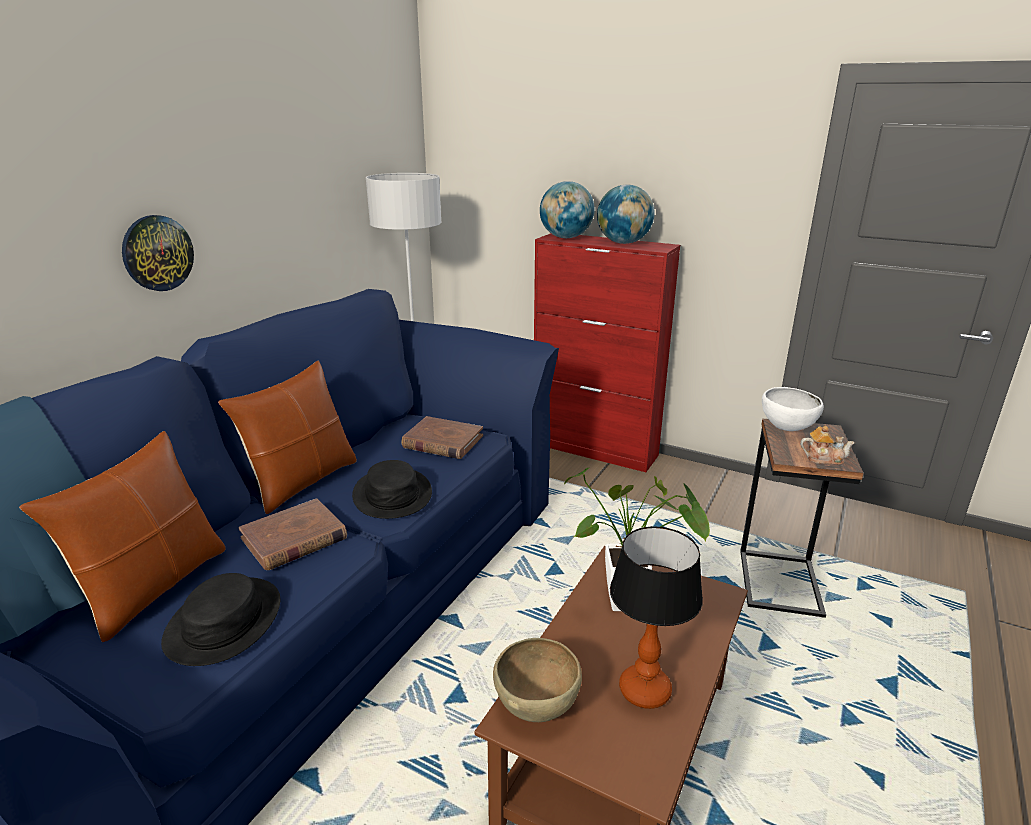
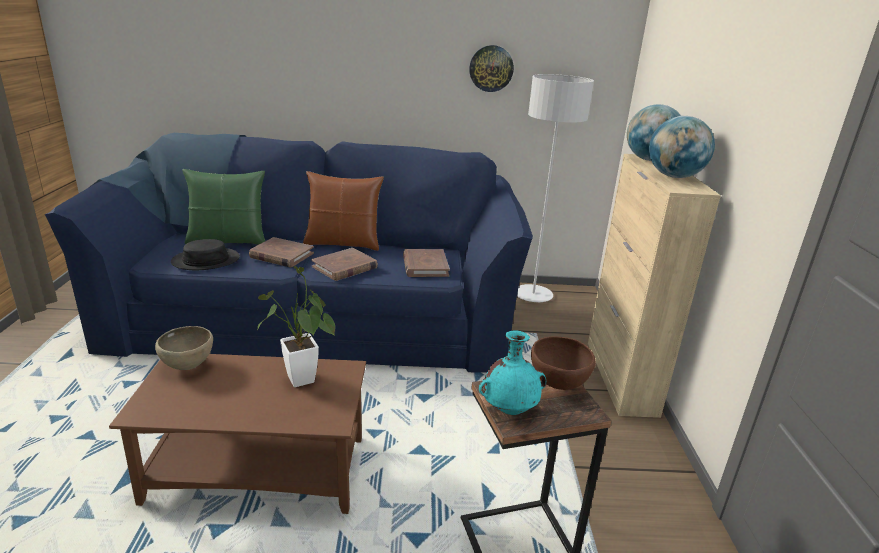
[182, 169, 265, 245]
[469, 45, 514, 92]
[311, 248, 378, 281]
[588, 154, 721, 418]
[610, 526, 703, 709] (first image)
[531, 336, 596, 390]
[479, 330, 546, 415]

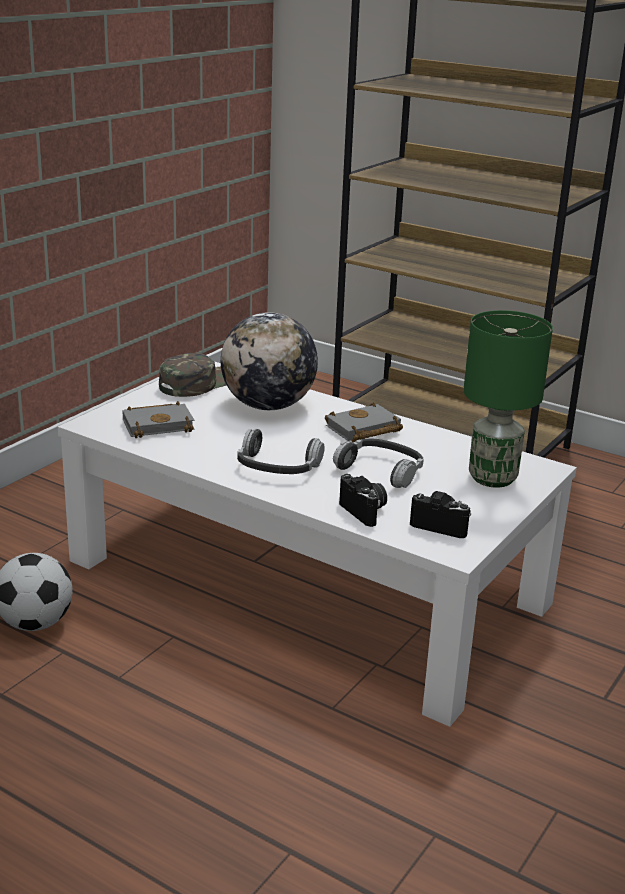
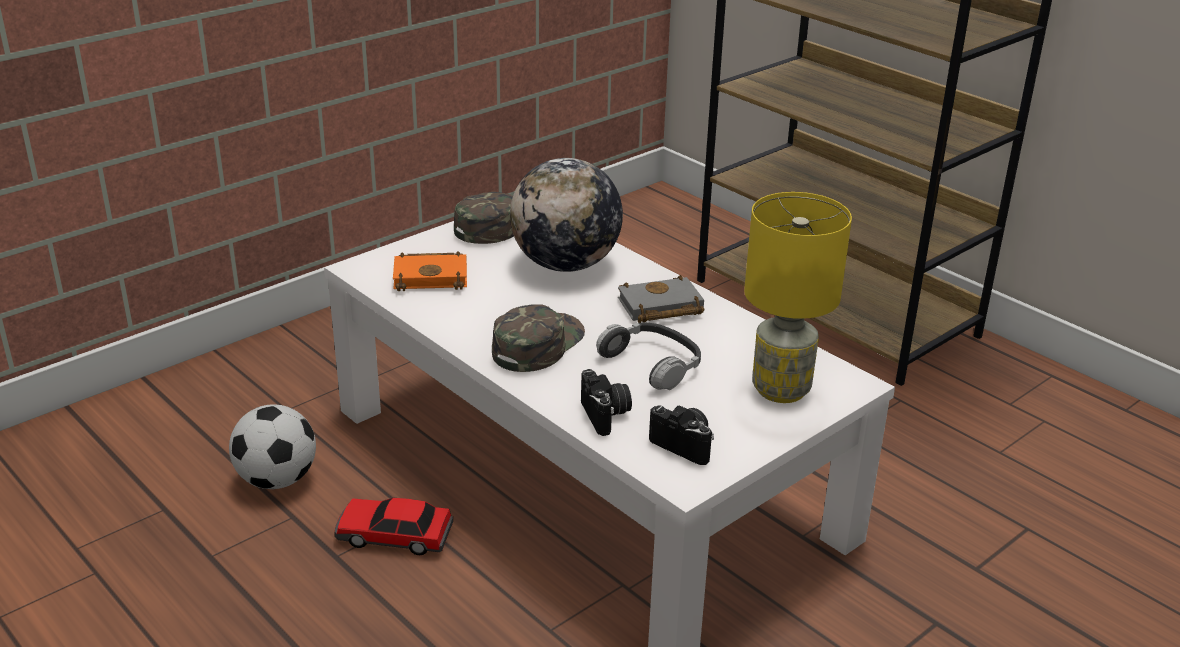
[393, 251, 467, 291]
[492, 304, 585, 372]
[744, 192, 852, 403]
[334, 498, 453, 555]

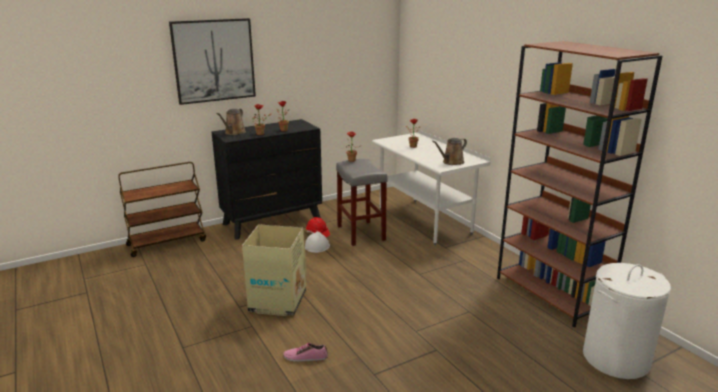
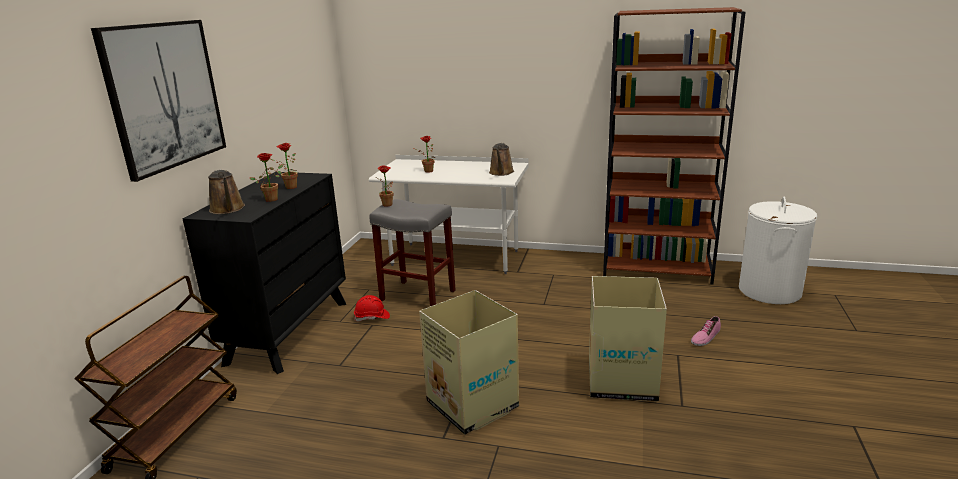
[691, 316, 721, 346]
[305, 231, 330, 253] (first image)
[589, 276, 667, 401]

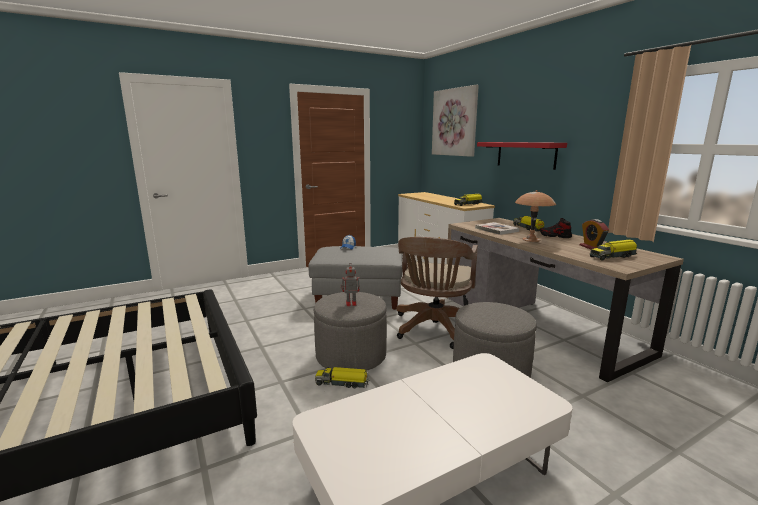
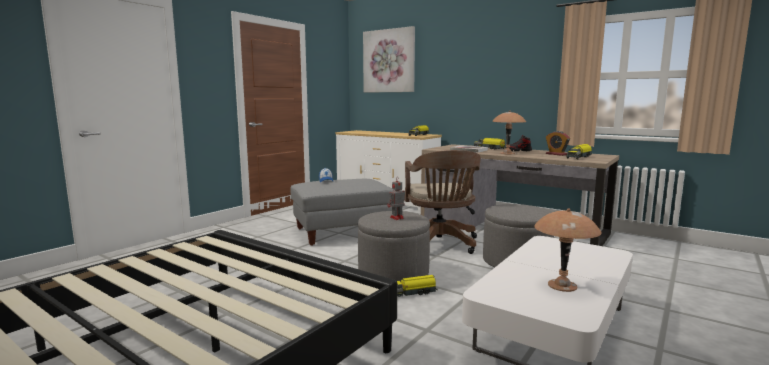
[477, 142, 567, 170] (first image)
[534, 208, 602, 292]

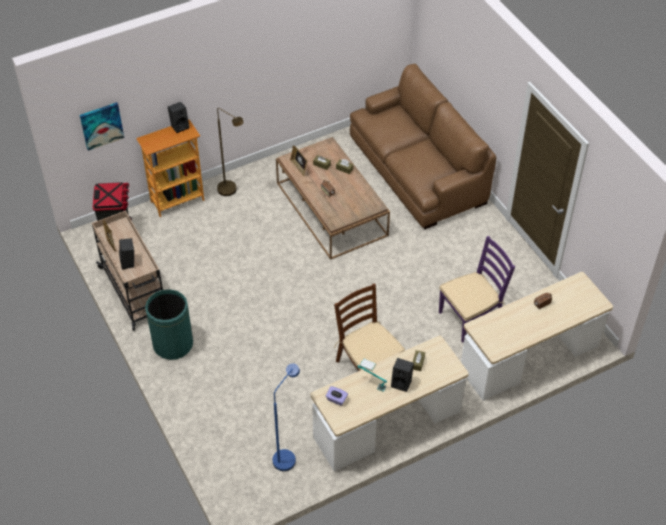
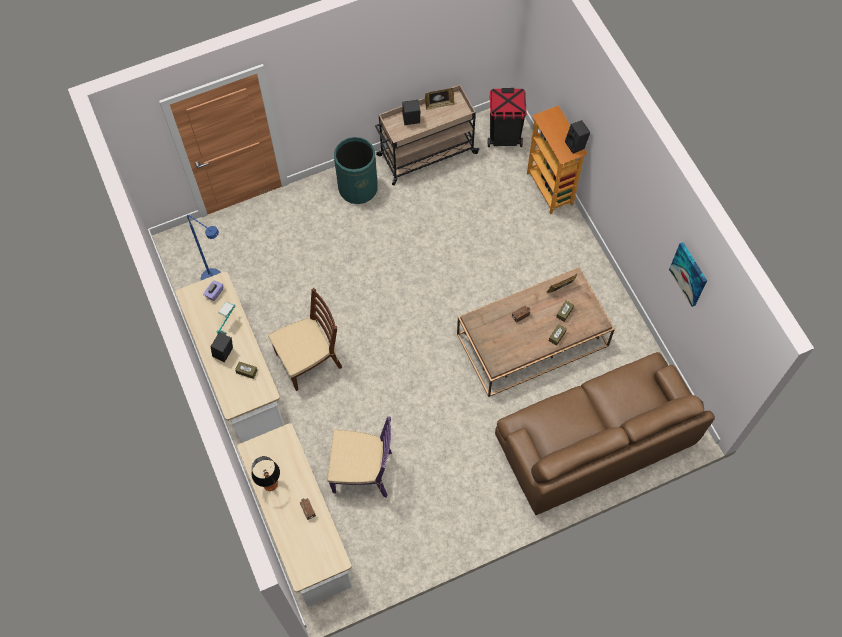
[669, 242, 707, 307]
[217, 108, 244, 196] (first image)
[327, 416, 392, 498]
[252, 456, 280, 491]

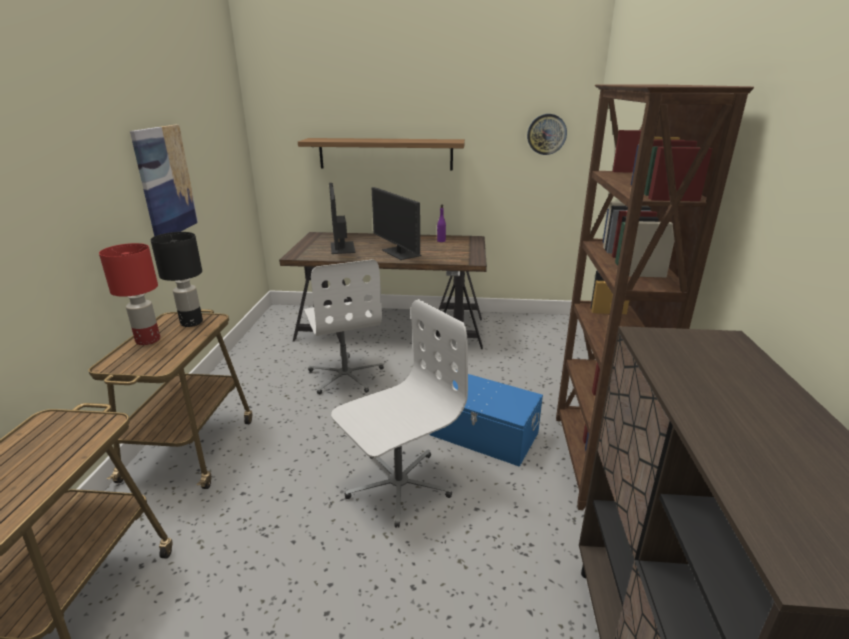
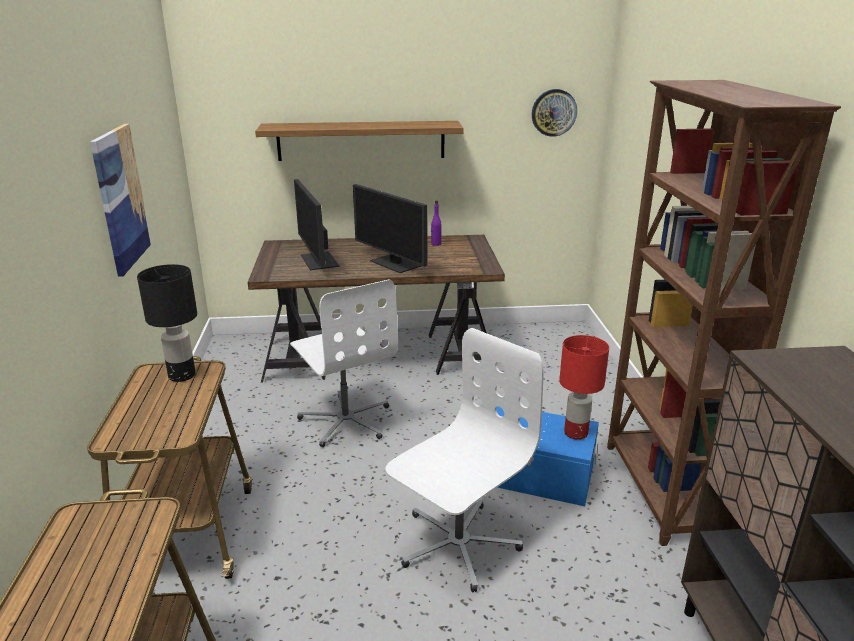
[559, 335, 609, 440]

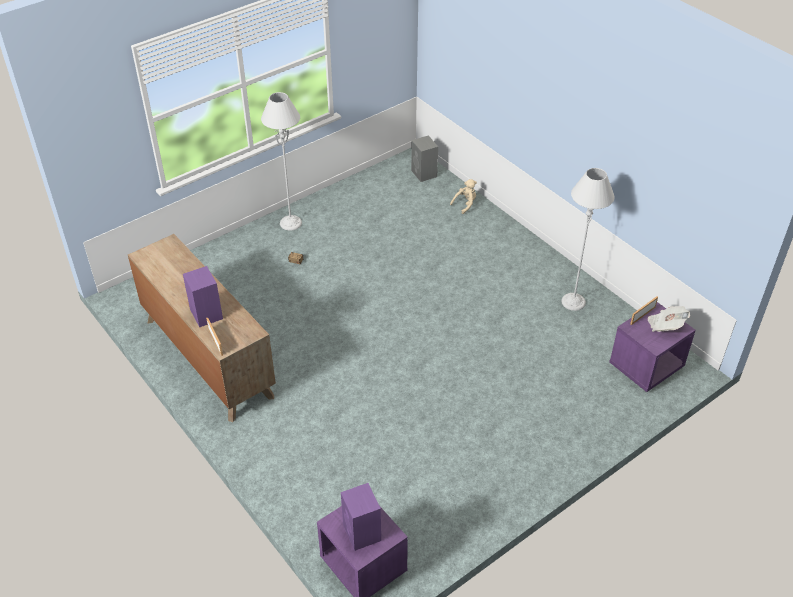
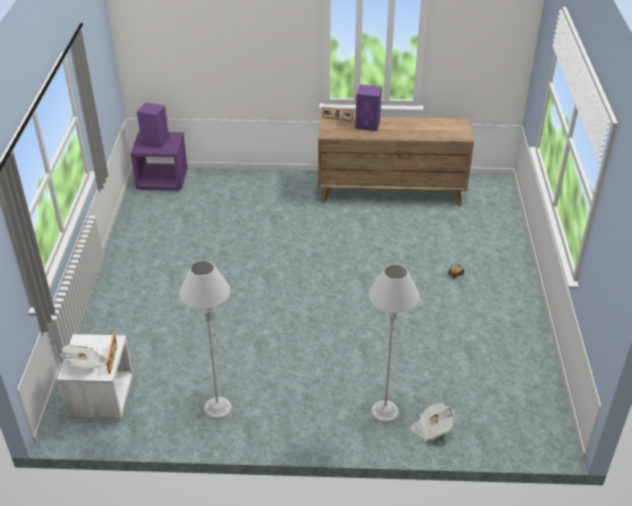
[369, 264, 420, 423]
[411, 135, 438, 182] (first image)
[411, 403, 455, 442]
[57, 334, 134, 420]

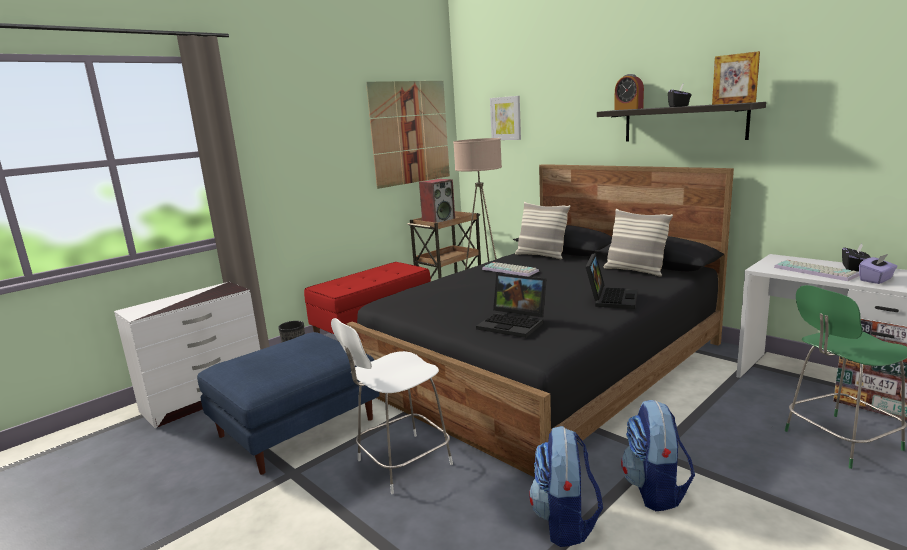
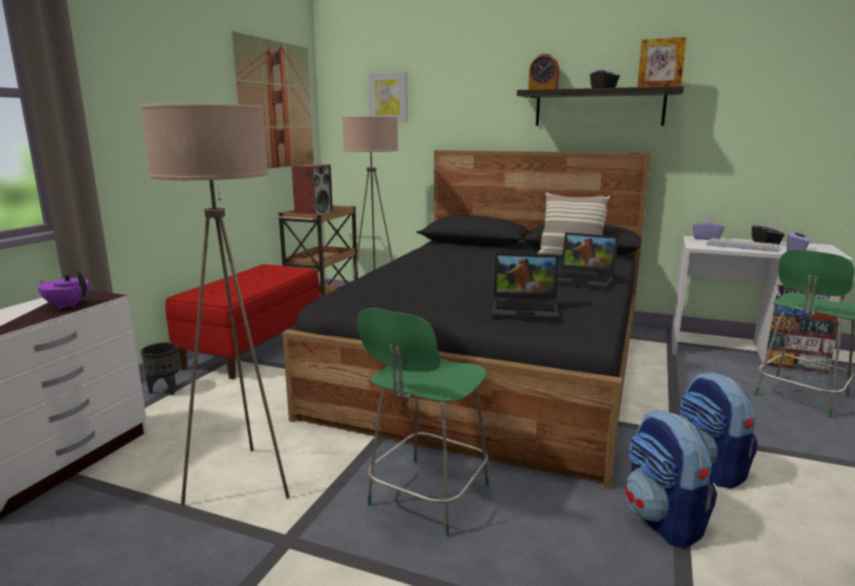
[141, 104, 290, 506]
[356, 308, 489, 536]
[482, 262, 539, 277] (first image)
[515, 202, 570, 259] (first image)
[557, 232, 619, 290]
[38, 270, 89, 309]
[693, 216, 724, 240]

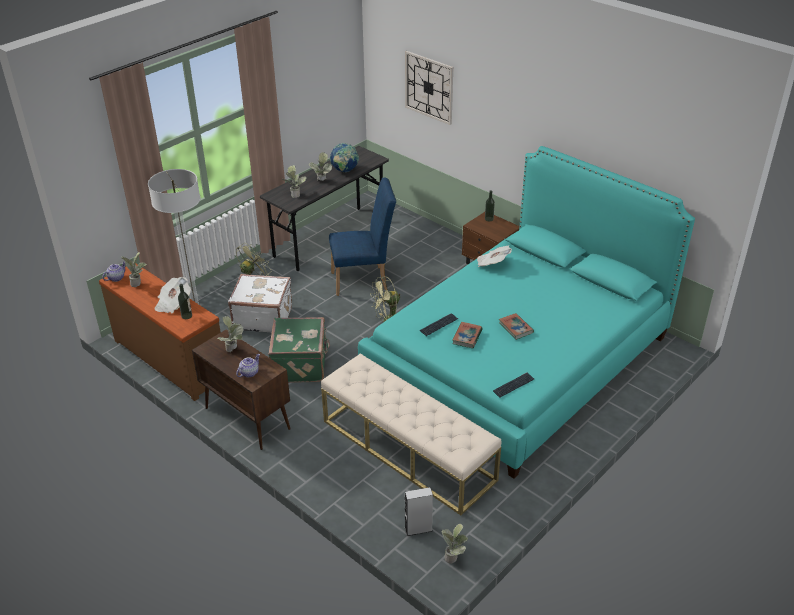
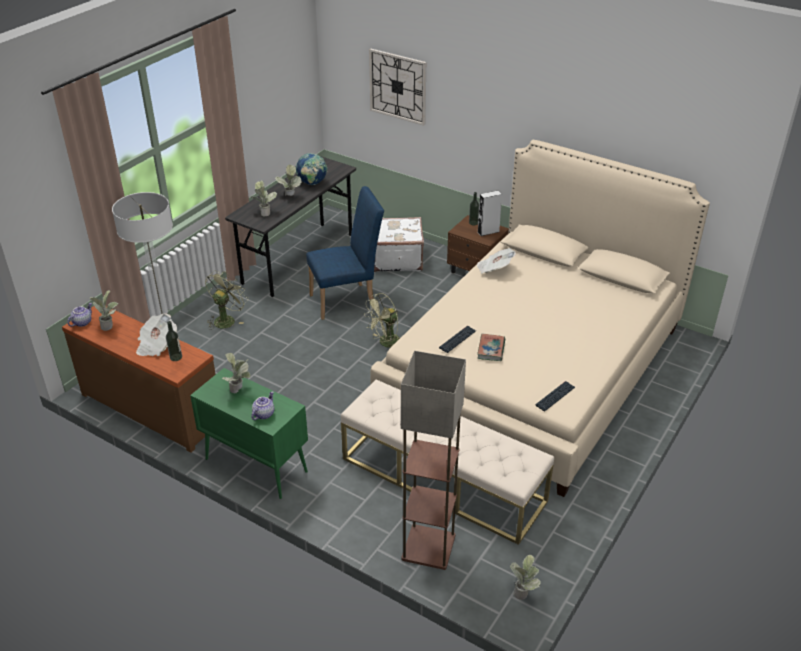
[190, 368, 308, 499]
[374, 217, 424, 272]
[269, 317, 330, 383] (first image)
[370, 140, 710, 497]
[478, 190, 502, 236]
[499, 313, 534, 340] (first image)
[401, 351, 466, 570]

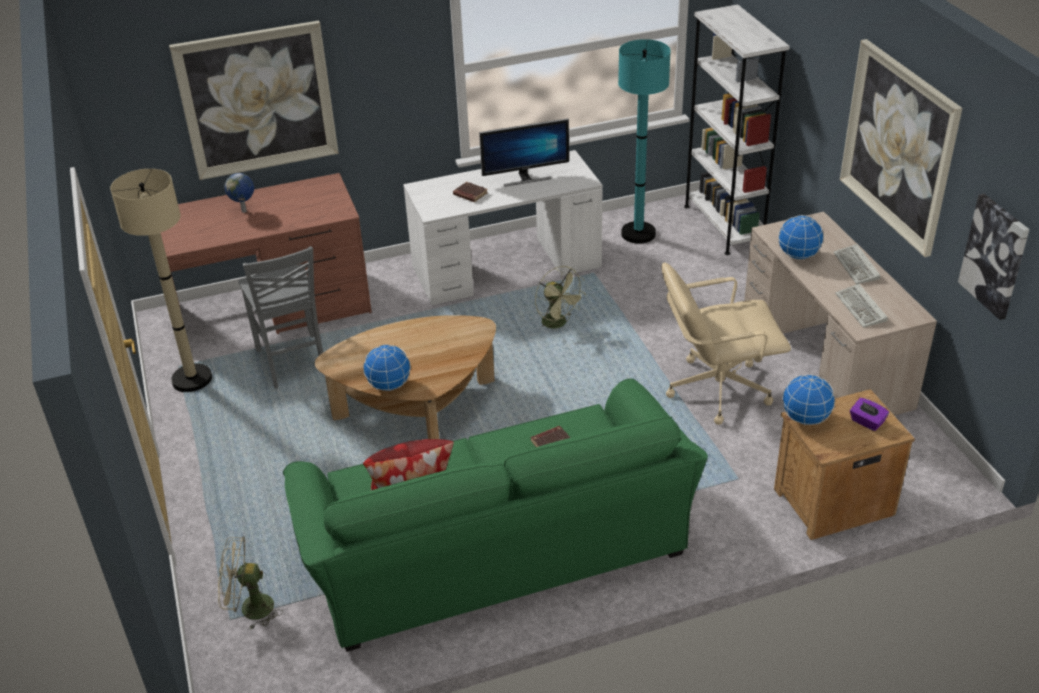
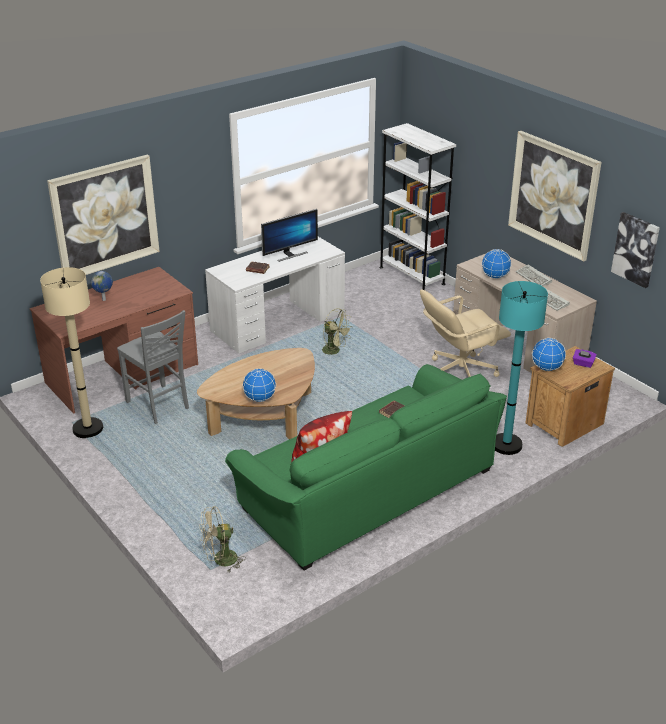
[495, 281, 548, 455]

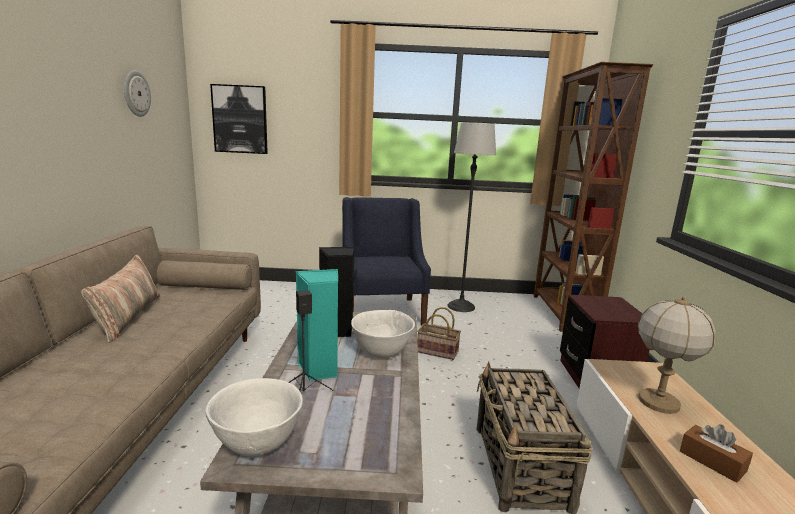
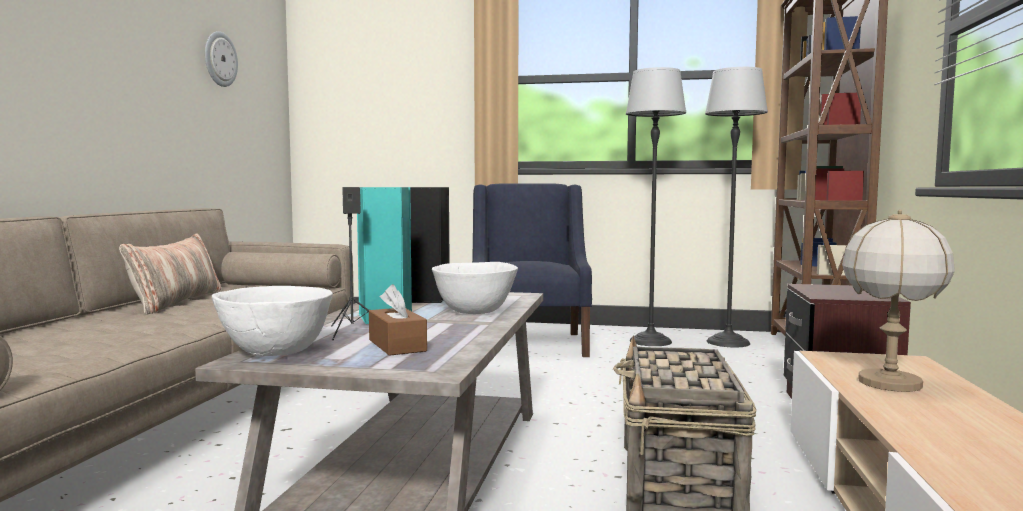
[210, 84, 268, 154] (first image)
[417, 307, 461, 360] (first image)
[369, 284, 427, 356]
[705, 67, 768, 347]

